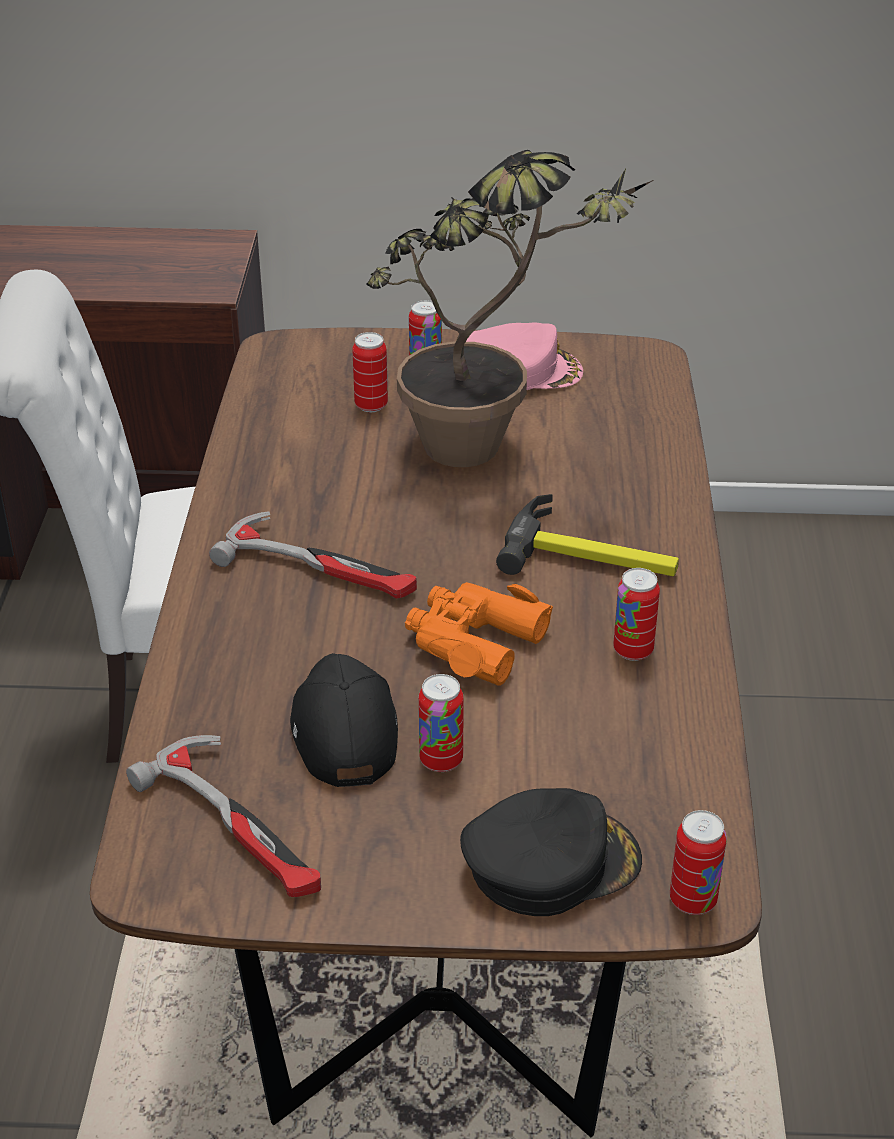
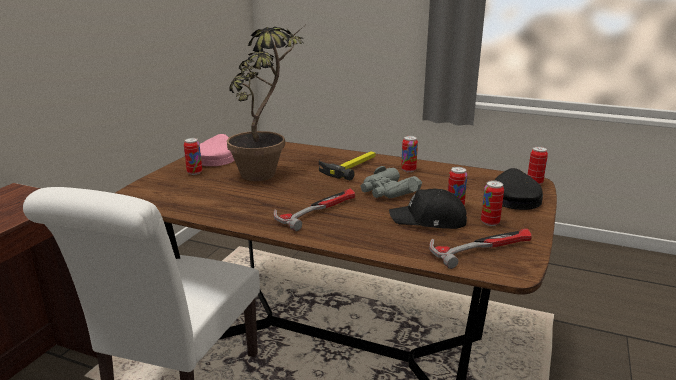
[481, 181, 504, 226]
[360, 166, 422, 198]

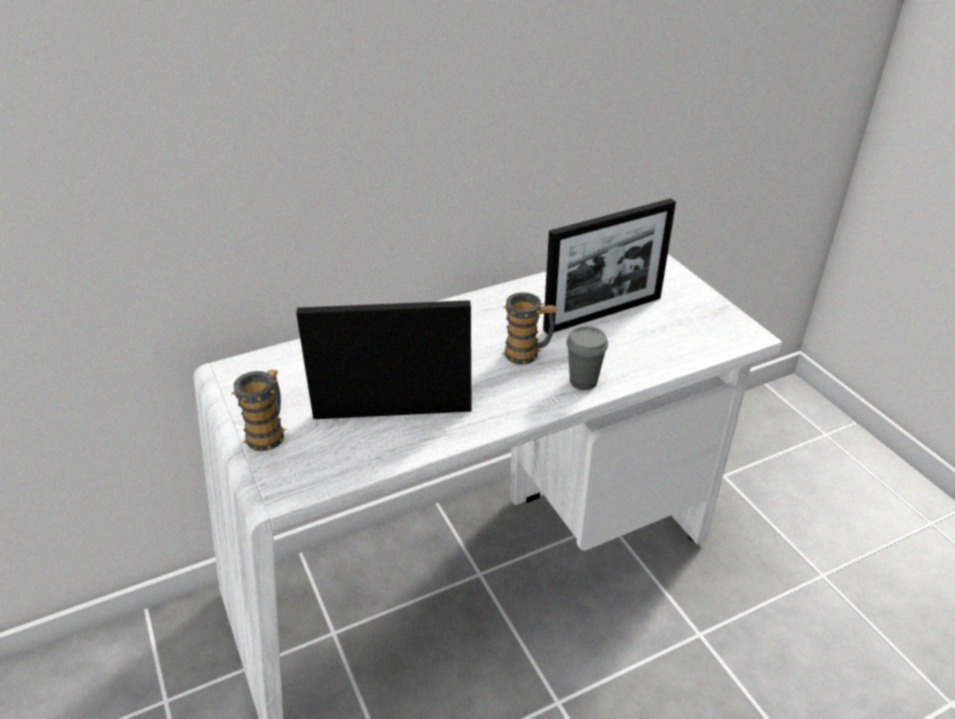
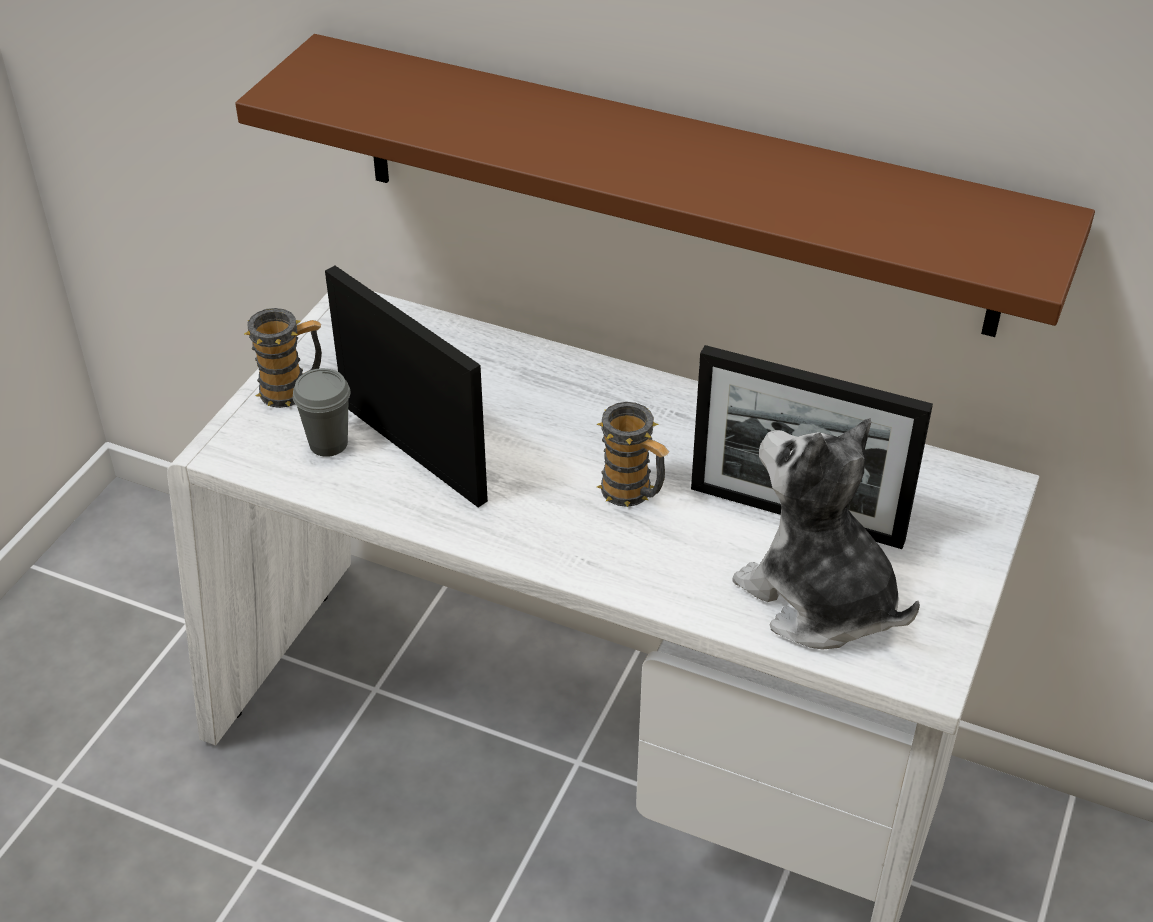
[293, 368, 350, 457]
[235, 34, 1095, 337]
[733, 418, 920, 650]

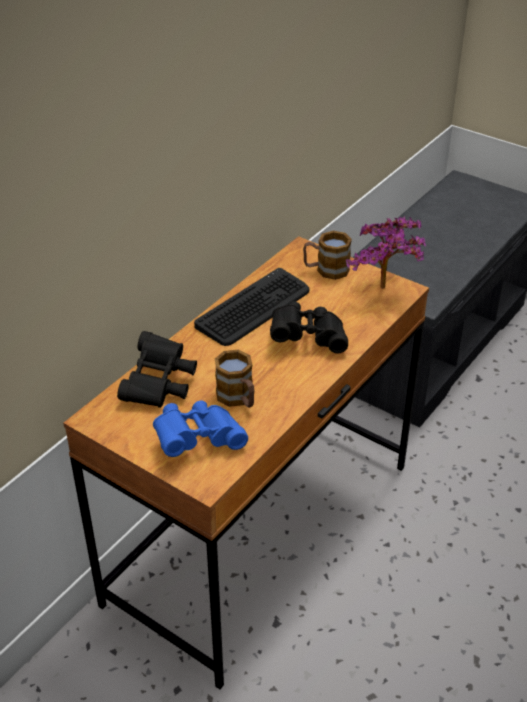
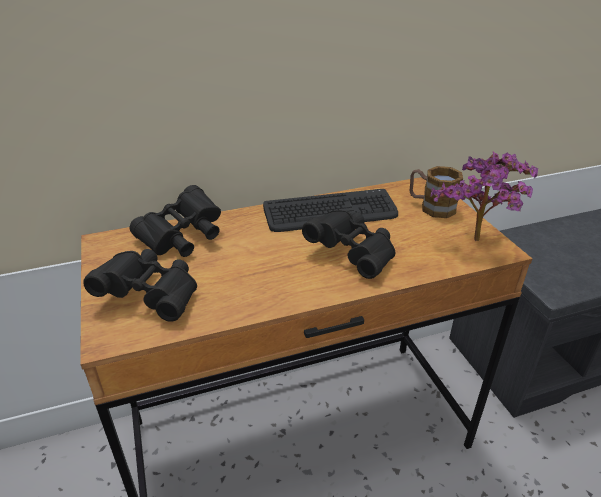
[83, 249, 197, 322]
[215, 350, 254, 408] (first image)

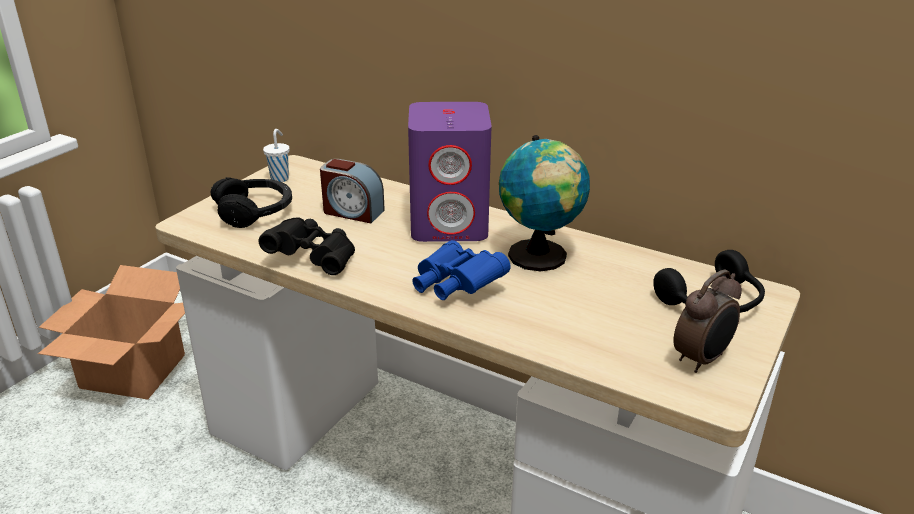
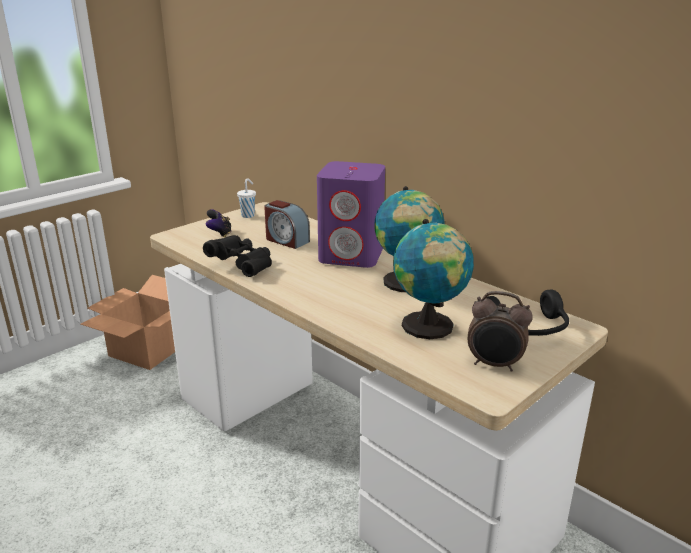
[206, 209, 231, 238]
[412, 240, 511, 300] (first image)
[468, 291, 533, 372]
[393, 219, 474, 339]

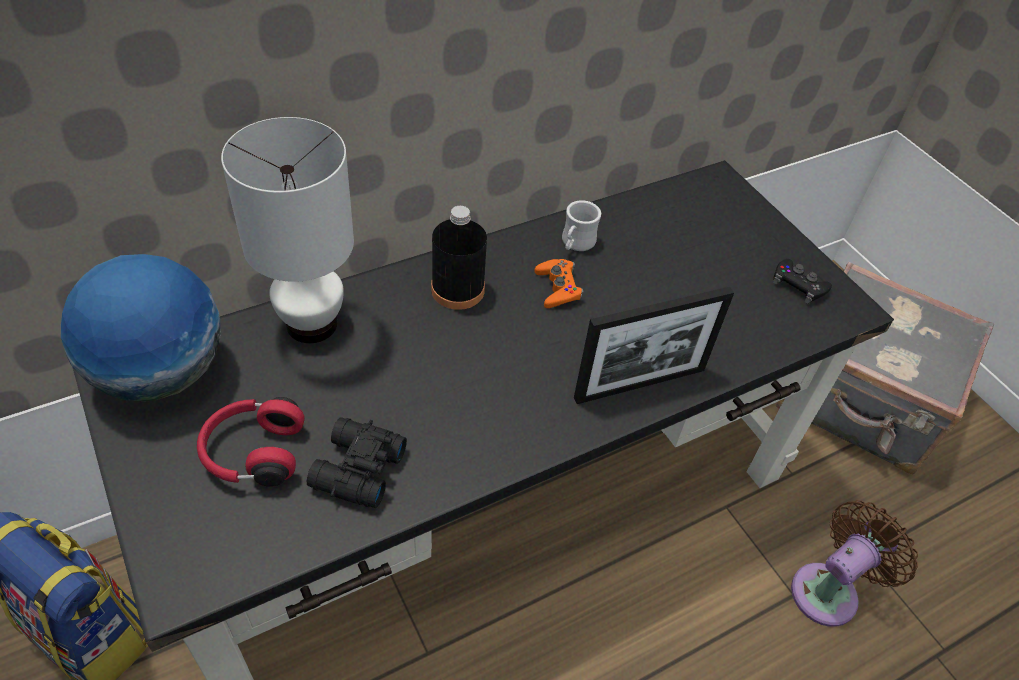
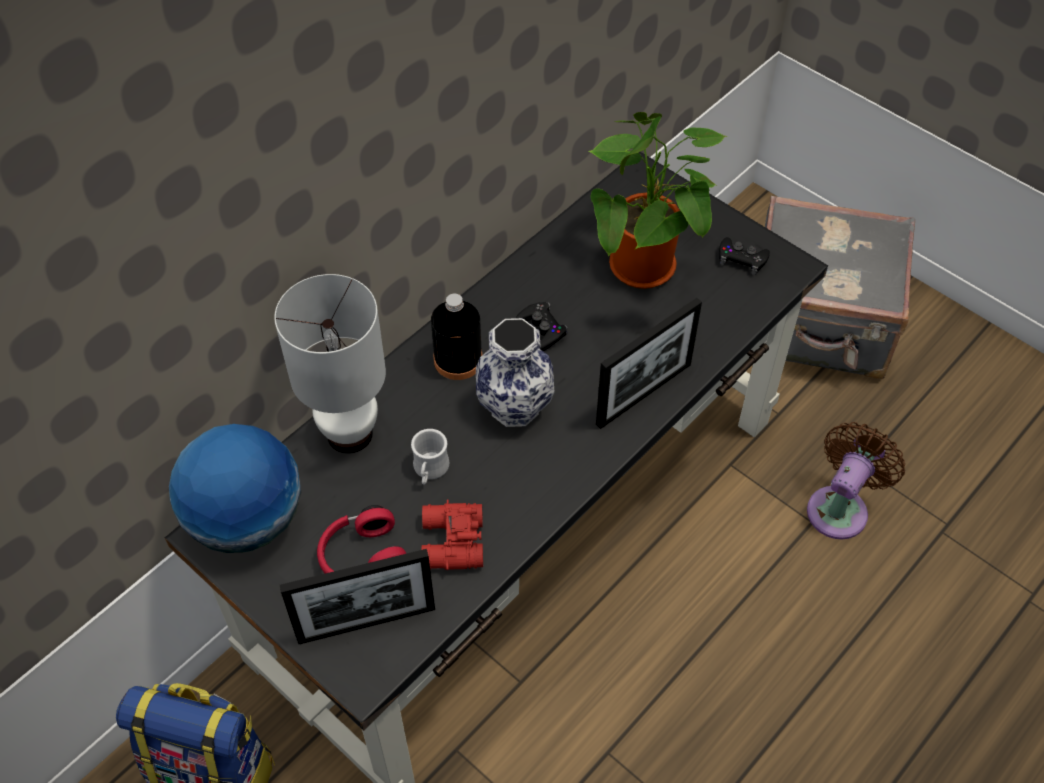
[421, 499, 483, 570]
[516, 302, 568, 351]
[411, 429, 449, 485]
[280, 549, 435, 644]
[476, 318, 554, 427]
[588, 112, 727, 289]

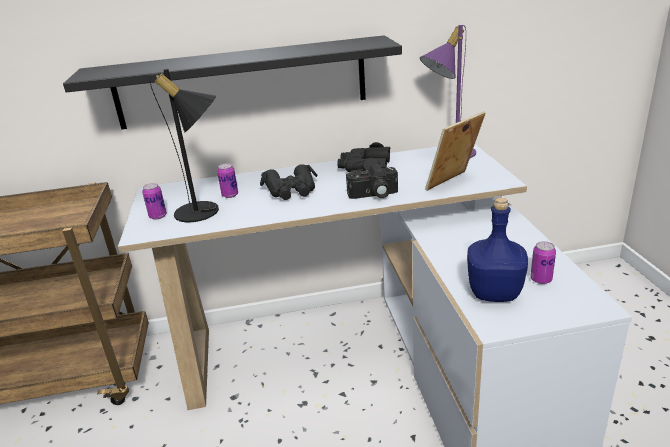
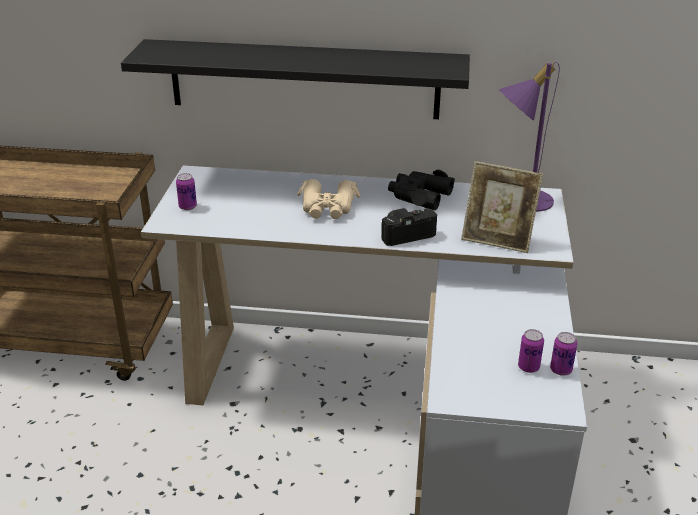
[150, 69, 219, 222] (first image)
[550, 332, 577, 376]
[297, 179, 360, 219]
[381, 208, 437, 246]
[461, 161, 543, 253]
[467, 198, 528, 302] (first image)

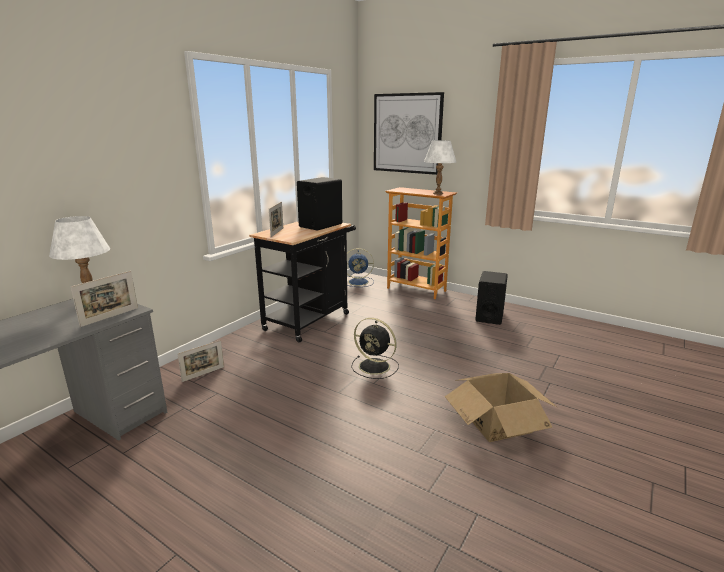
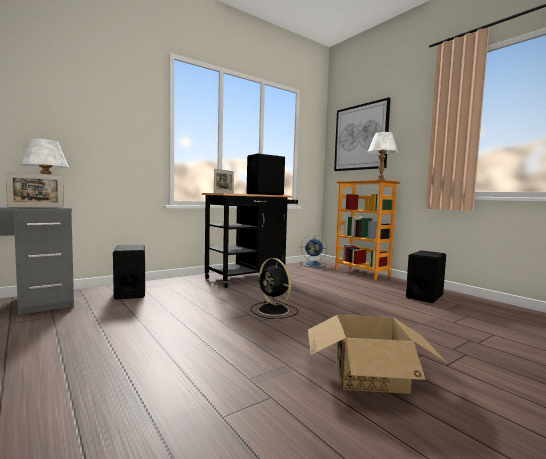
[113, 245, 145, 300]

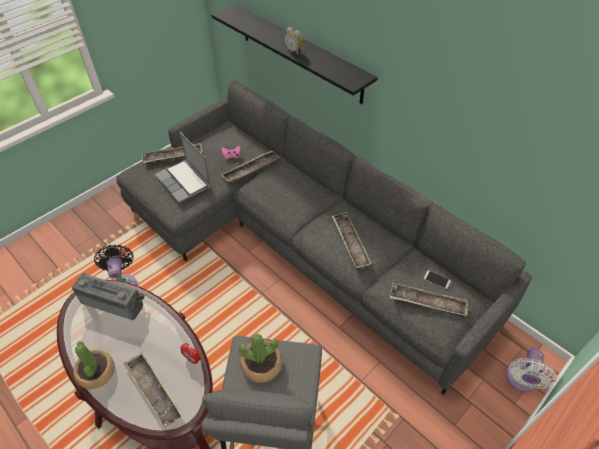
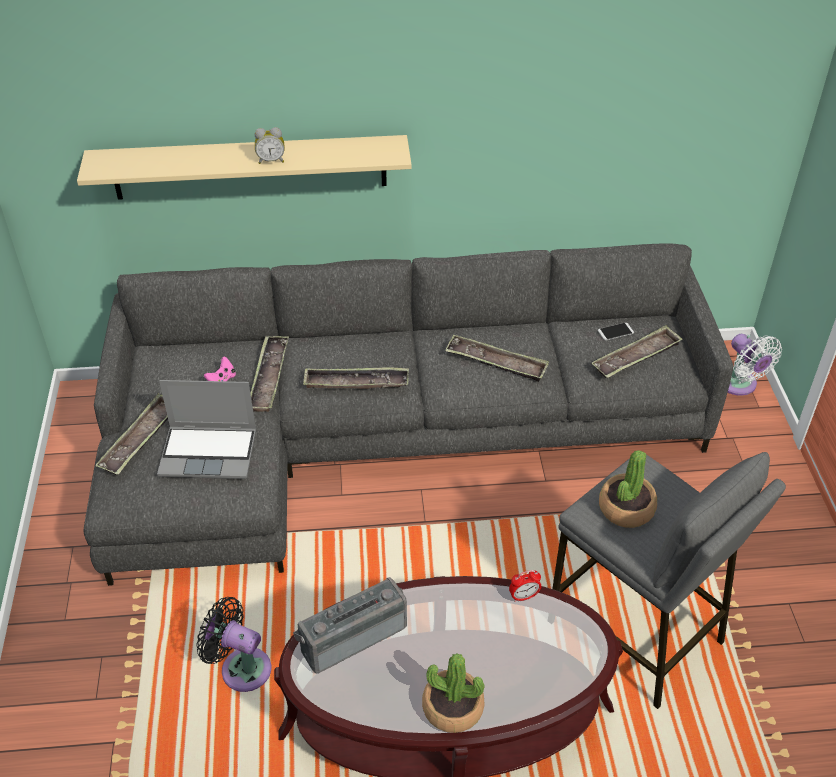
[303, 367, 409, 389]
[77, 135, 412, 200]

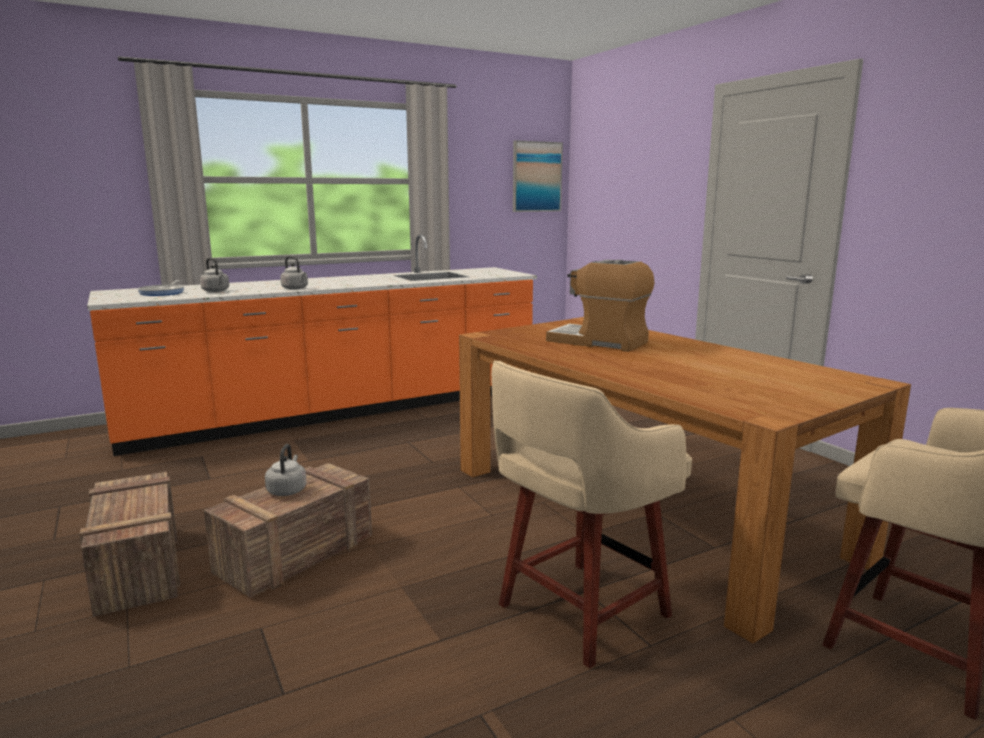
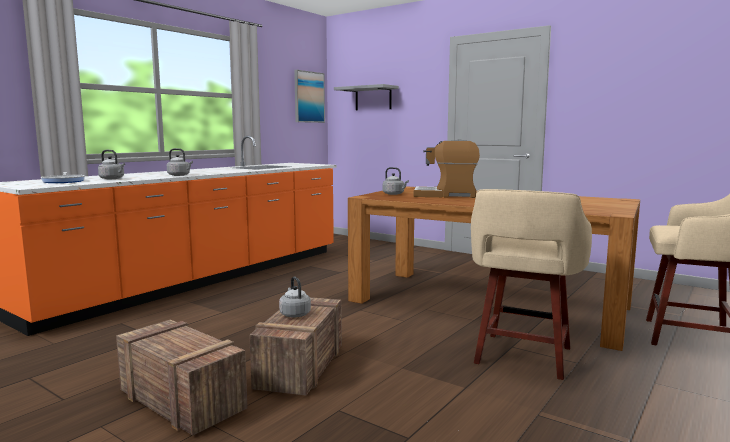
[334, 84, 399, 110]
[383, 167, 409, 195]

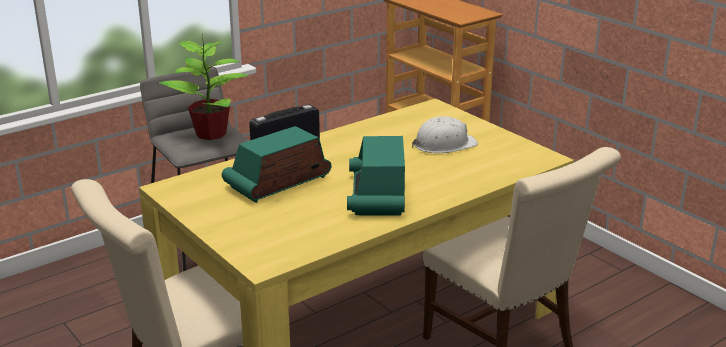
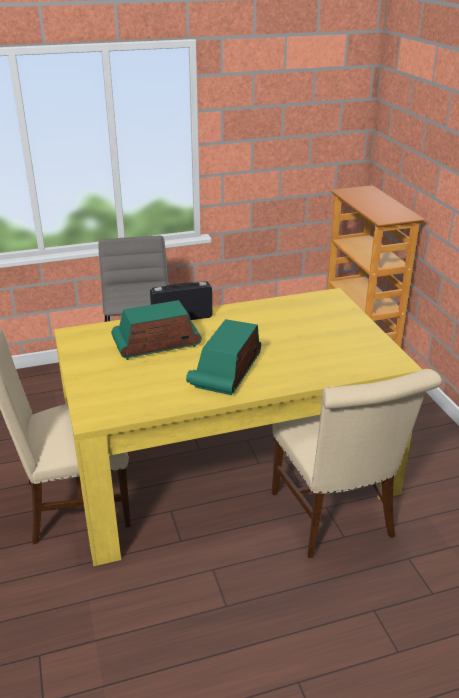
[159, 32, 249, 140] (first image)
[412, 116, 478, 153] (first image)

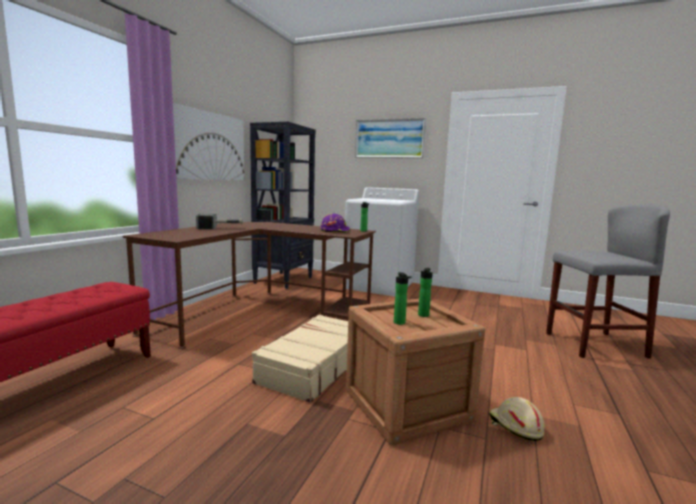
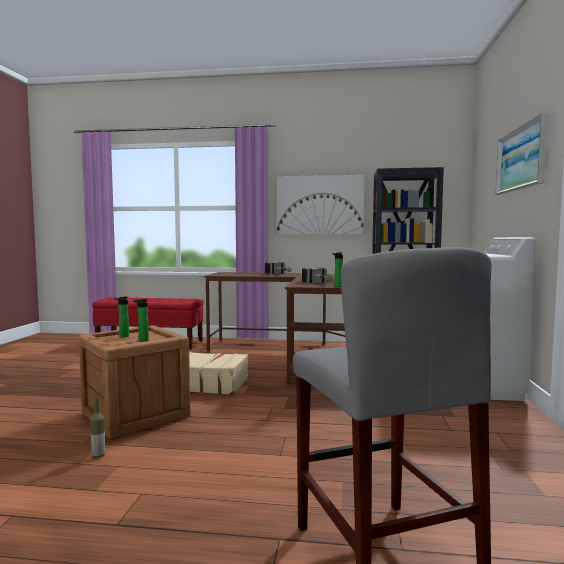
[302, 267, 332, 283]
[90, 397, 105, 458]

